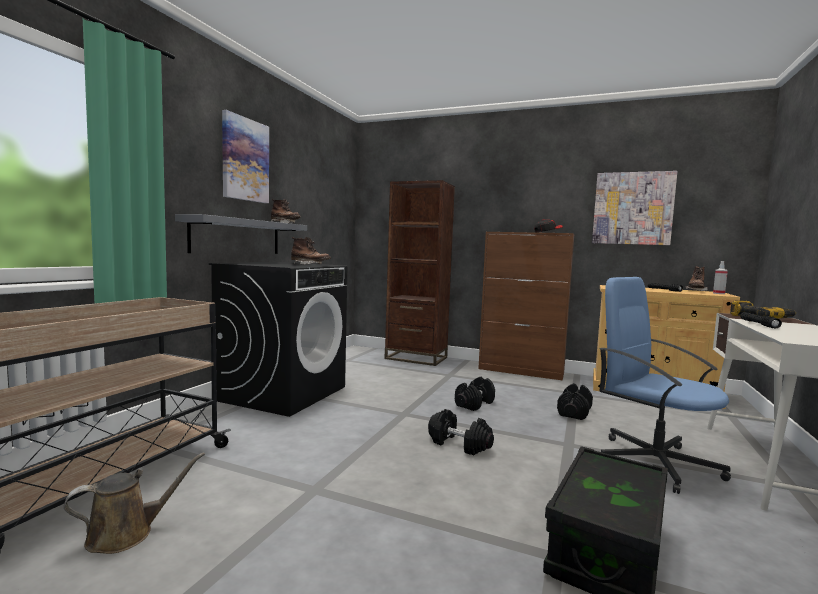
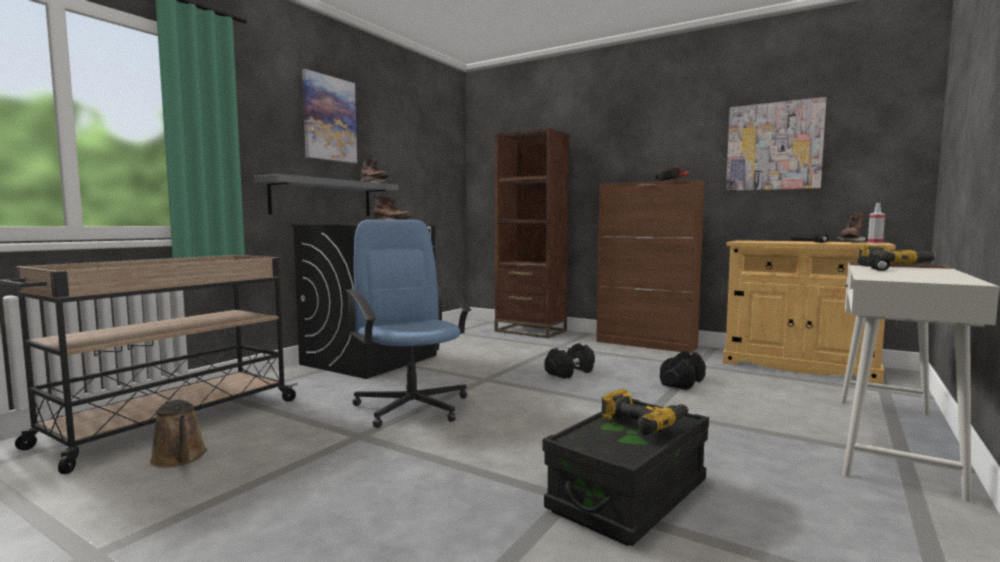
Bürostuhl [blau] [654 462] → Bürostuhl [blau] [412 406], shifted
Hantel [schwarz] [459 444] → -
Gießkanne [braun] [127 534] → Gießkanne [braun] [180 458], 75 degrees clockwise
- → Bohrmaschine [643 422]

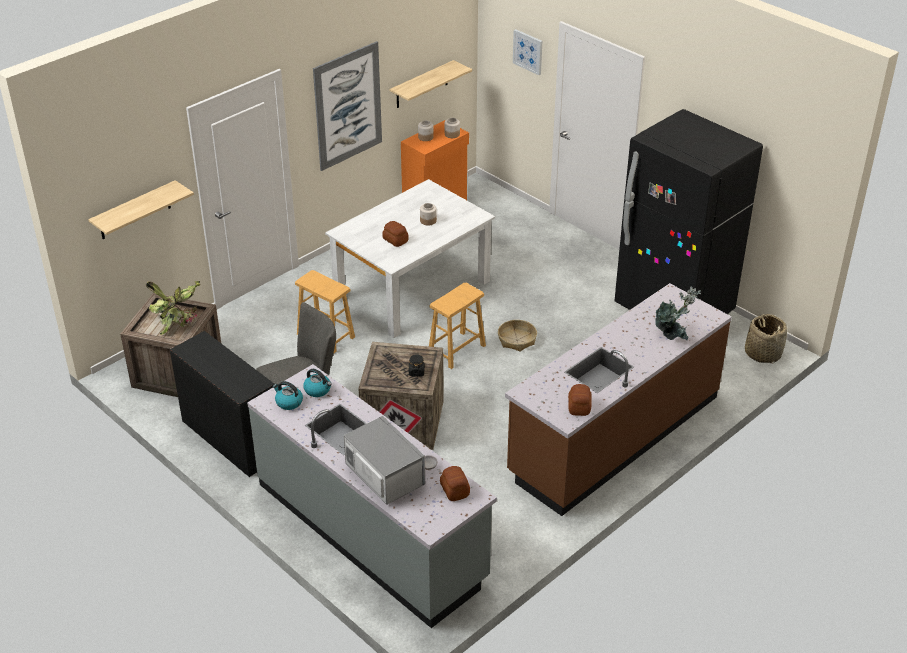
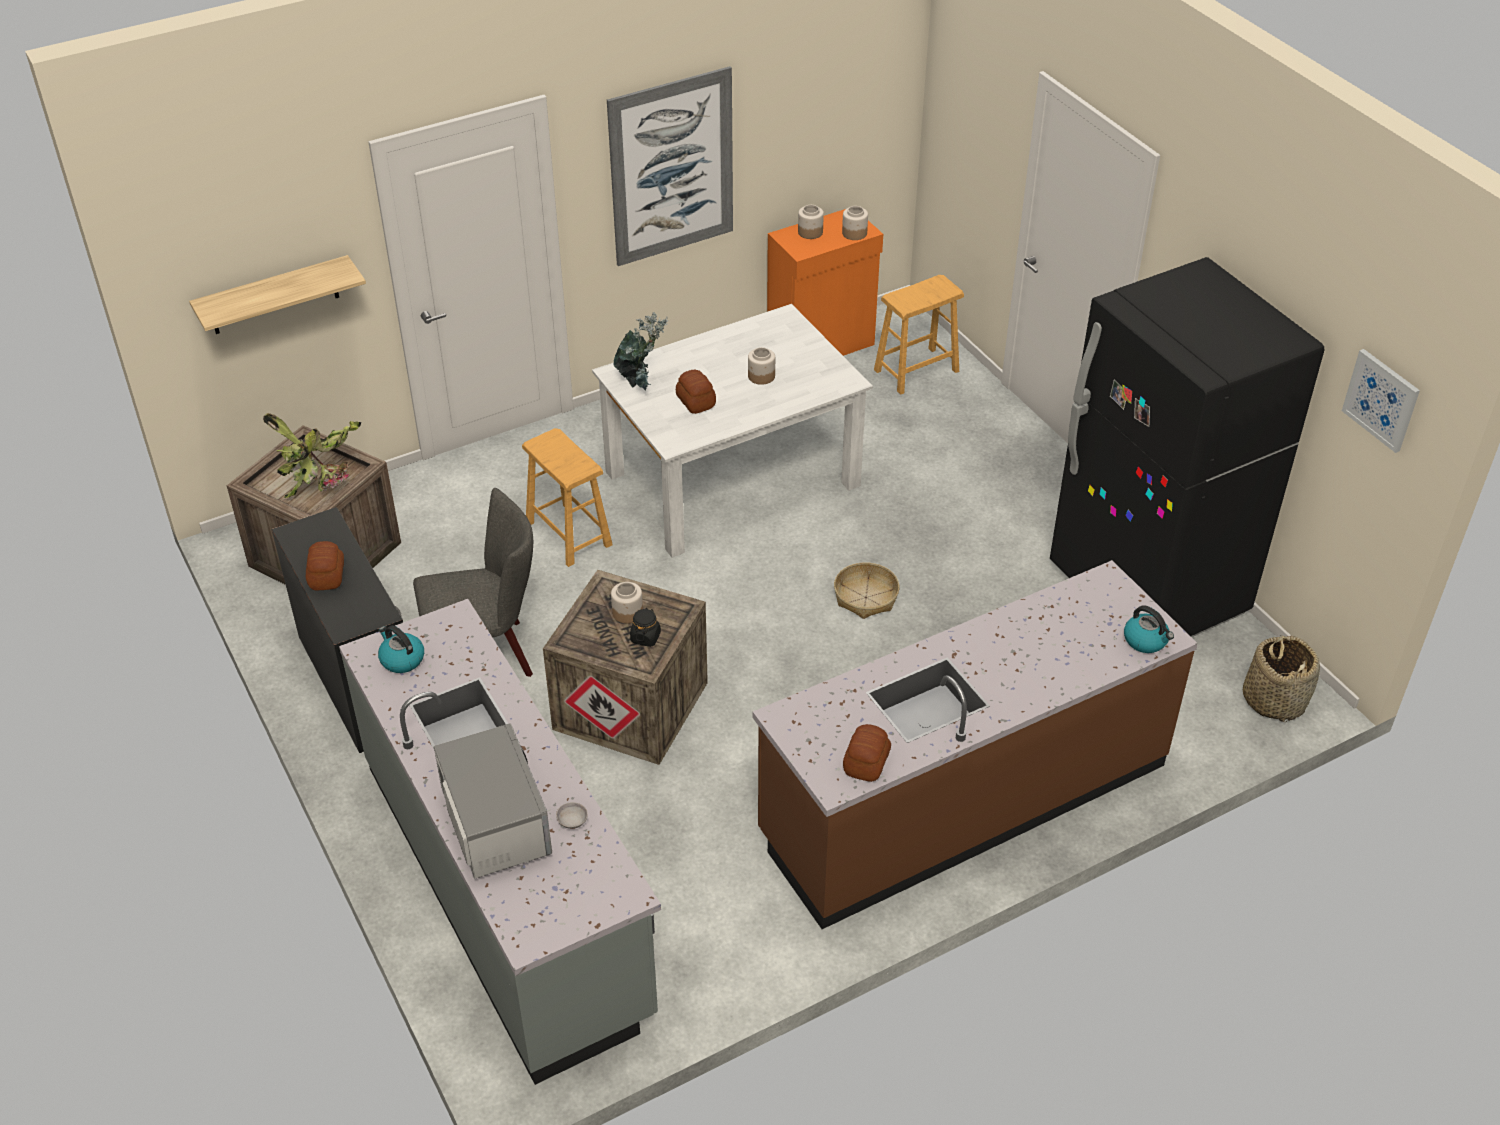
Bild [528 51] → Bild [1381 400], shifted
Wandregal [422 85] → -
Hocker [braun] [457 350] → Hocker [braun] [916 371], shifted
Topfpflanze [673 335] → Topfpflanze [640 382], shifted
Wasserkessel [318 390] → Wasserkessel [1146 640], shifted
Brot [454 490] → Brot [326 576], shifted
- → Vorratsglas [628 612]

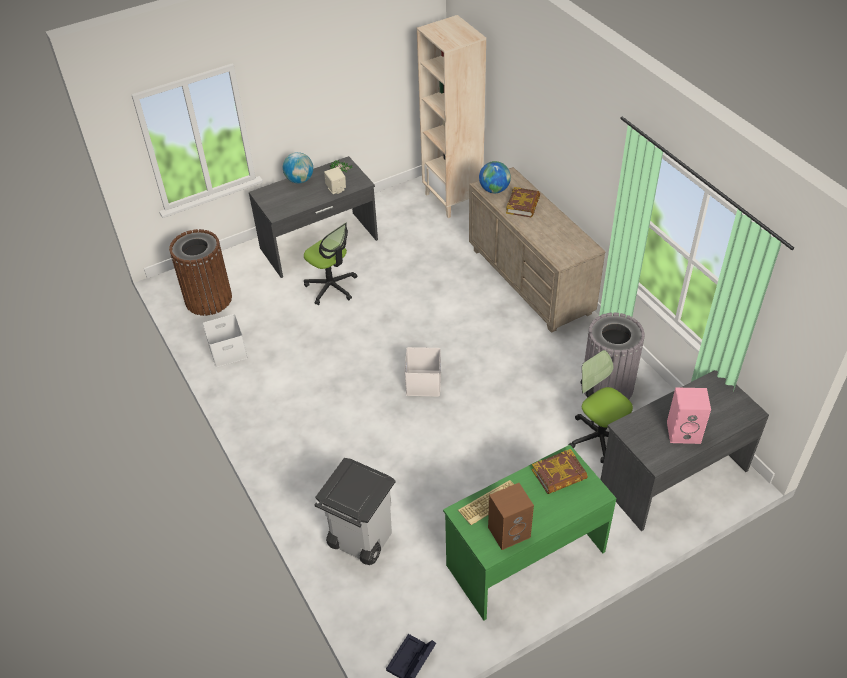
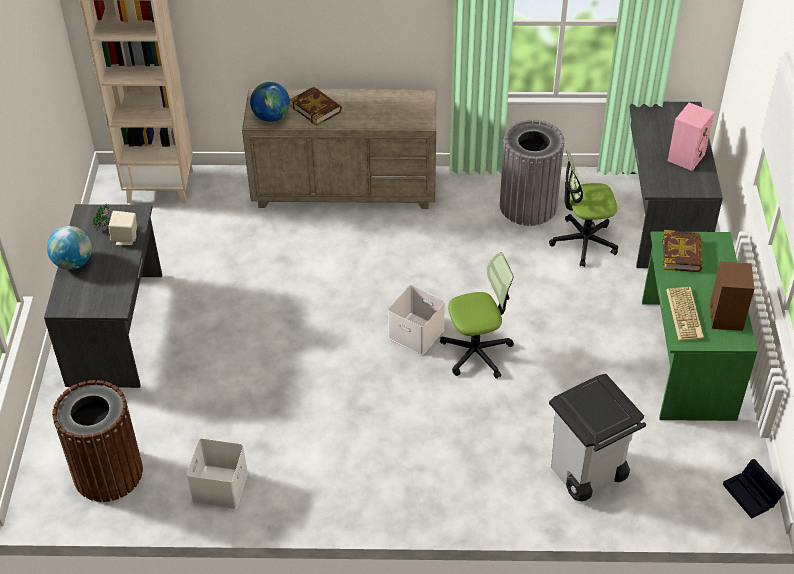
Bürostuhl [331 287] → Bürostuhl [476 352], shifted

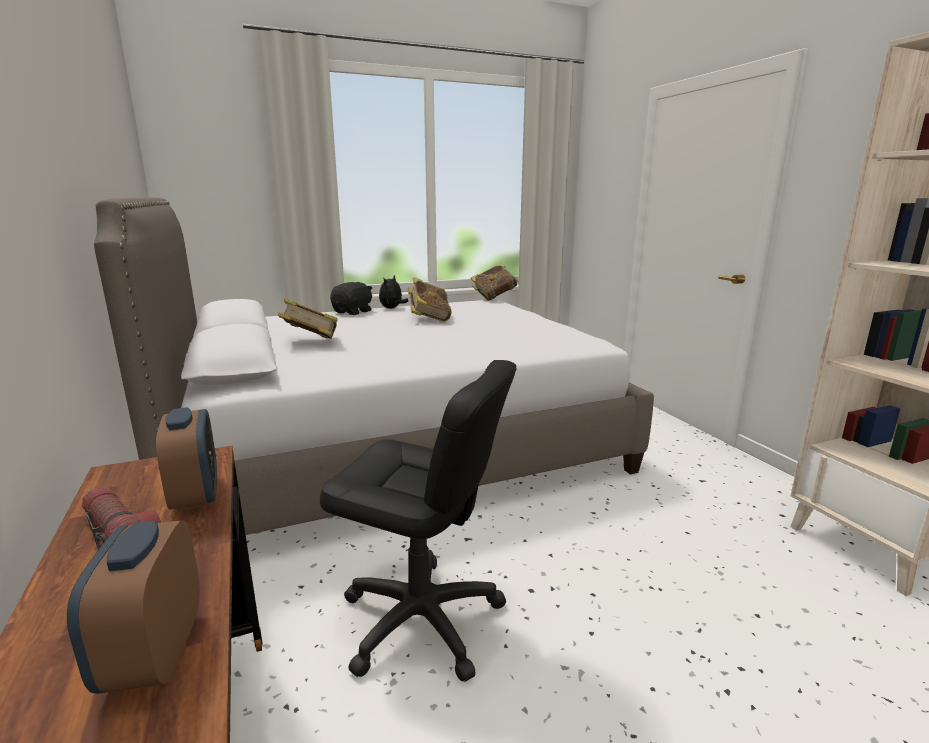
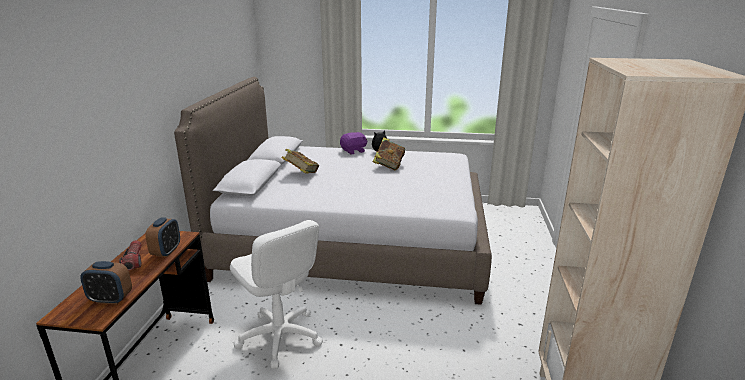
Buch [494 297] → -
Plüschtier [schwarz] [353 312] → Plüschtier [lila] [353 151]
Bürostuhl [schwarz] [421 620] → Bürostuhl [weiß] [280 337]
Wecker [154 655] → Wecker [111 299], 105 degrees counterclockwise

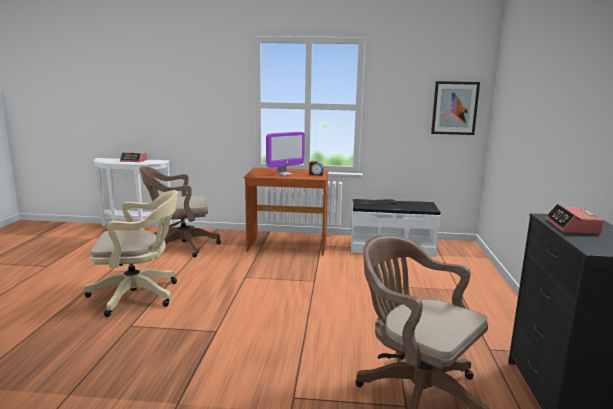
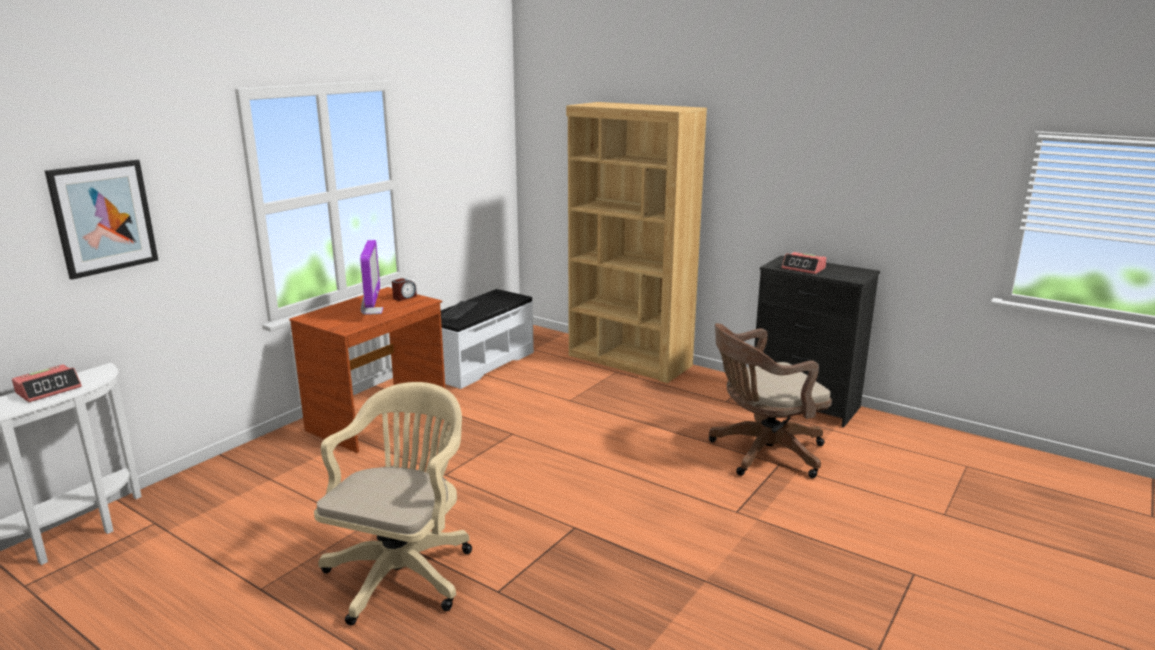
Bild [454 108] → Bild [103 218], shifted
Bürostuhl [braun] [180 246] → -
- → Bücherregal [braun] [629 361]

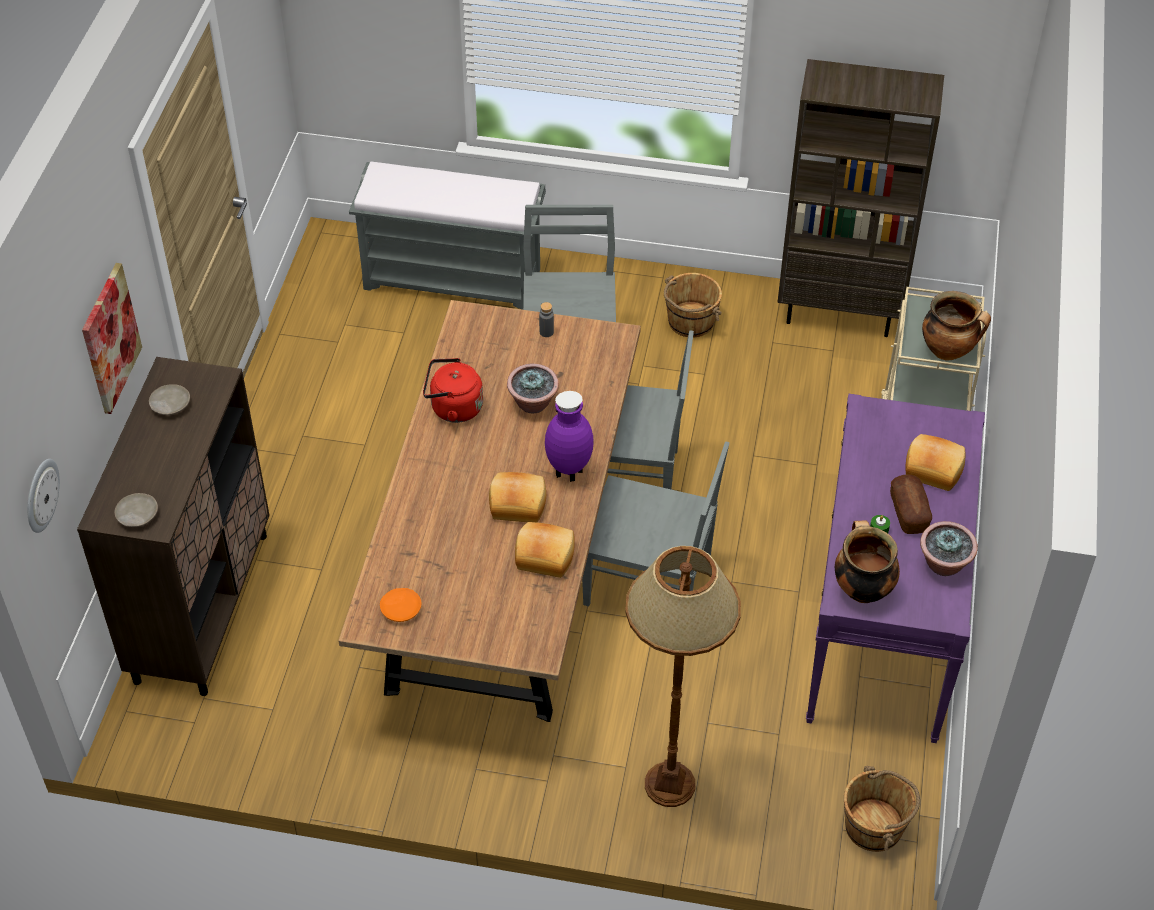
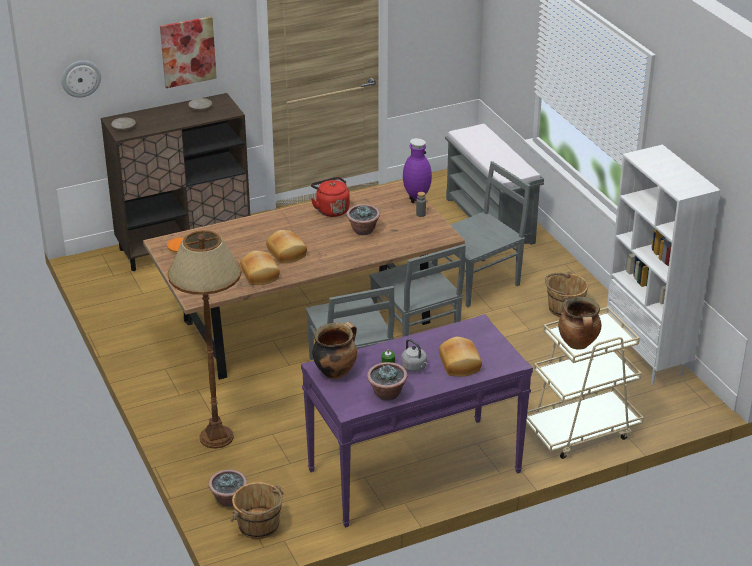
Bücherregal [braun] [840 312] → Bücherregal [weiß] [648 359]
Vase [lila] [569 474] → Vase [lila] [416 201], shifted
Brot [908 512] → Wasserkessel [grau] [415 367]
- → Topfpflanze [229 500]

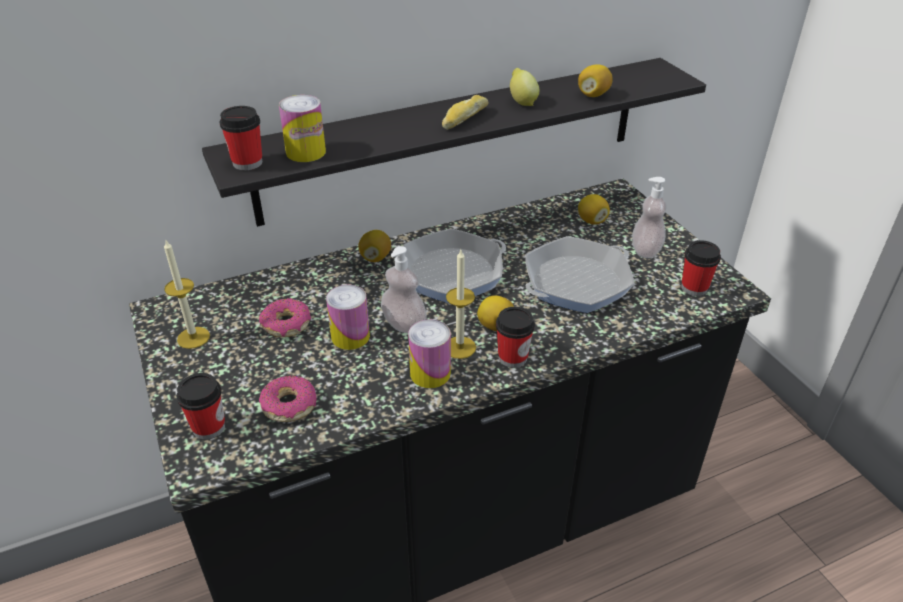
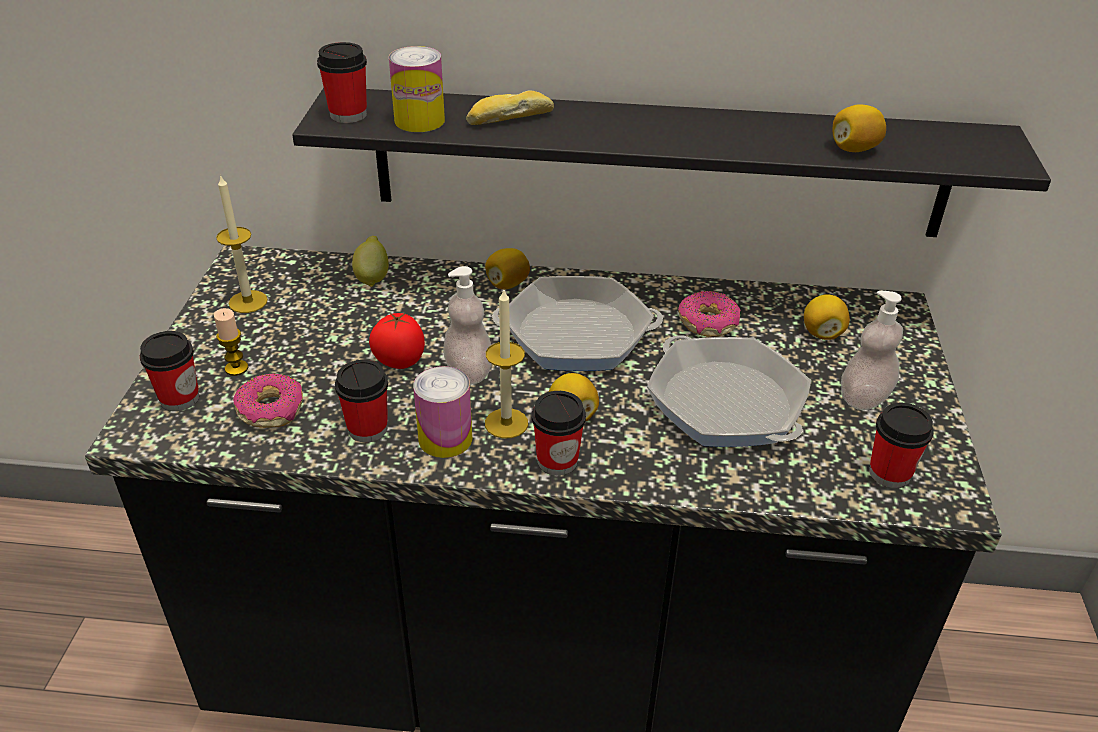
Zitrone [522 102] → Zitrone [372 278], shifted
Brot [464 118] → Brot [509 118], shifted
Pfanne [576 282] → Pfanne [726 403], 120 degrees counterclockwise
Dose [350 336] → Tomate [399 362]
Donut [286 325] → Donut [708 323], shifted
- → Kerze [236 368]
- → Tasse [367 429]

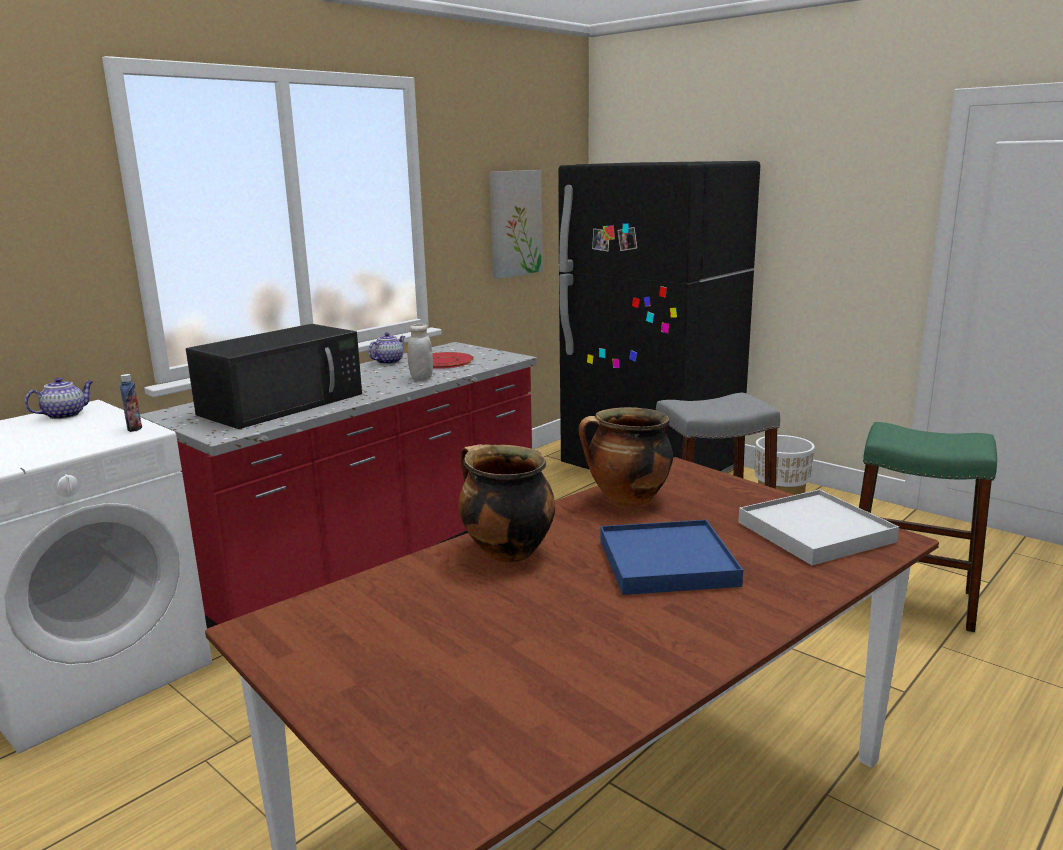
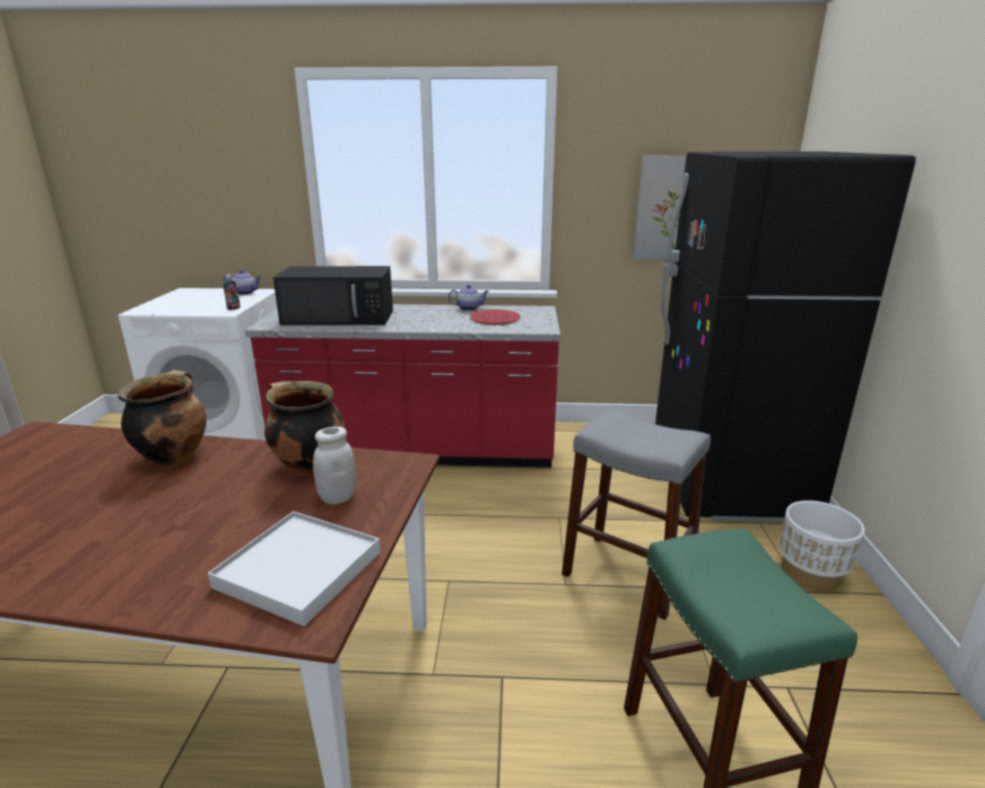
Vorratsglas [weiß] [421 378] → Vorratsglas [weiß] [338 497], shifted
Tablett [blau] [666 562] → -

